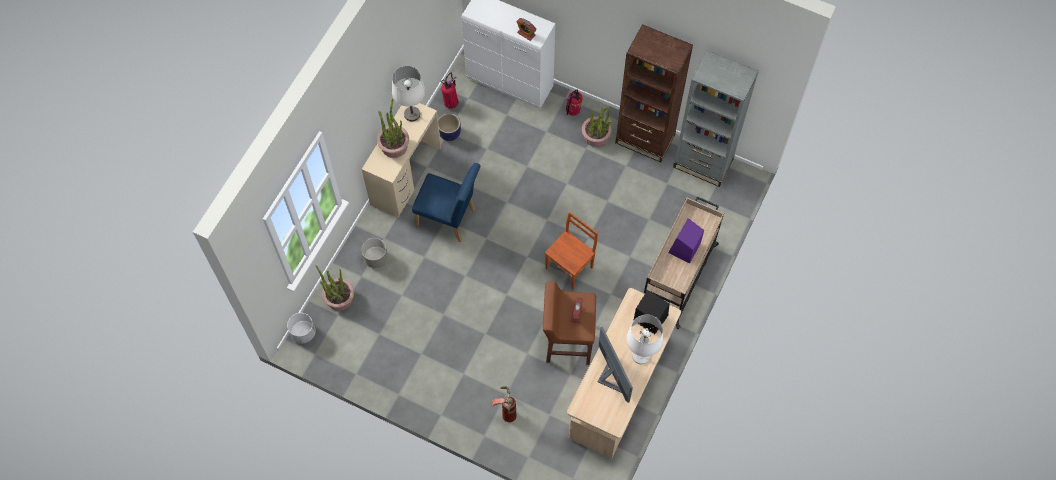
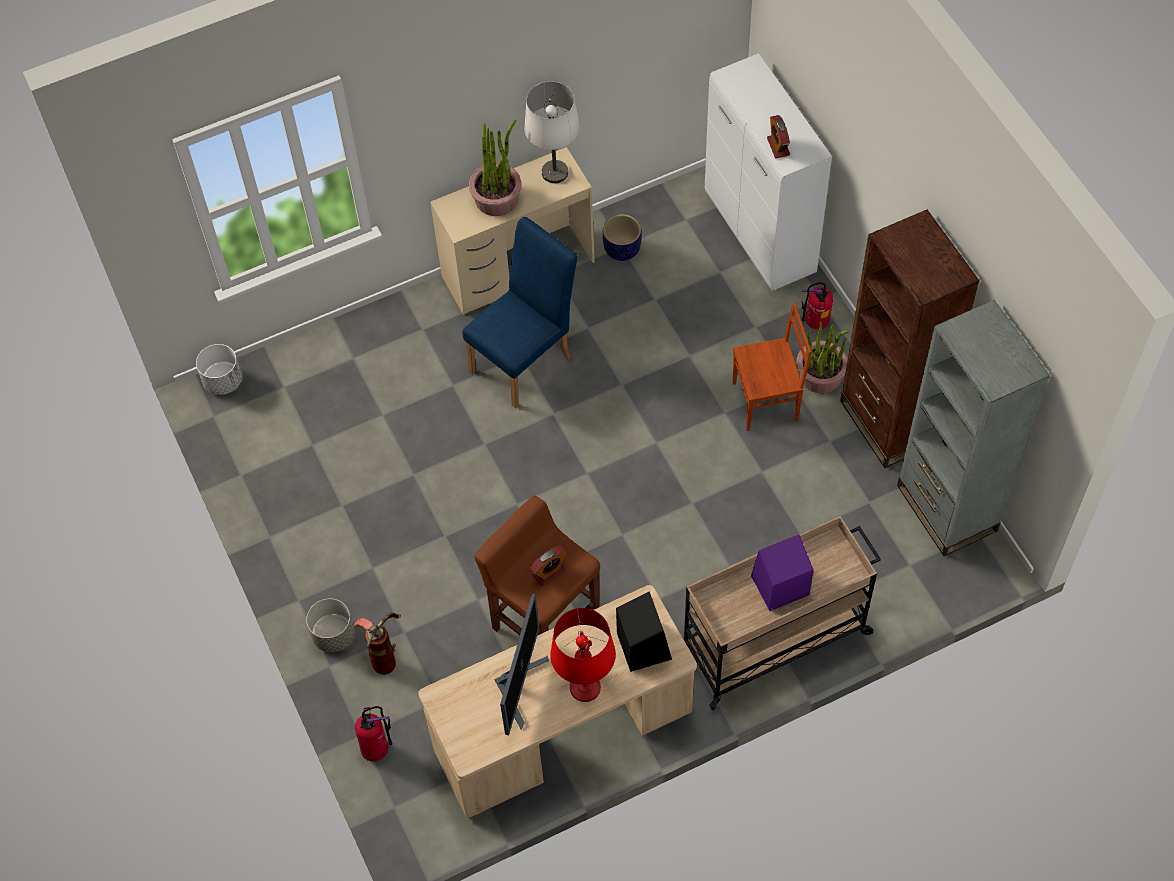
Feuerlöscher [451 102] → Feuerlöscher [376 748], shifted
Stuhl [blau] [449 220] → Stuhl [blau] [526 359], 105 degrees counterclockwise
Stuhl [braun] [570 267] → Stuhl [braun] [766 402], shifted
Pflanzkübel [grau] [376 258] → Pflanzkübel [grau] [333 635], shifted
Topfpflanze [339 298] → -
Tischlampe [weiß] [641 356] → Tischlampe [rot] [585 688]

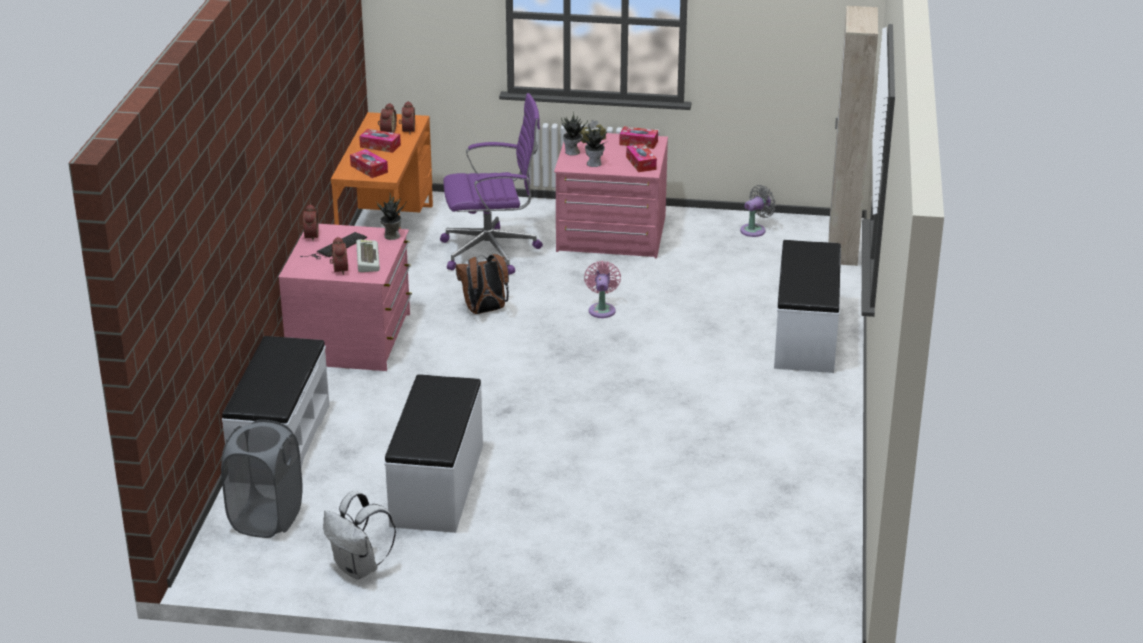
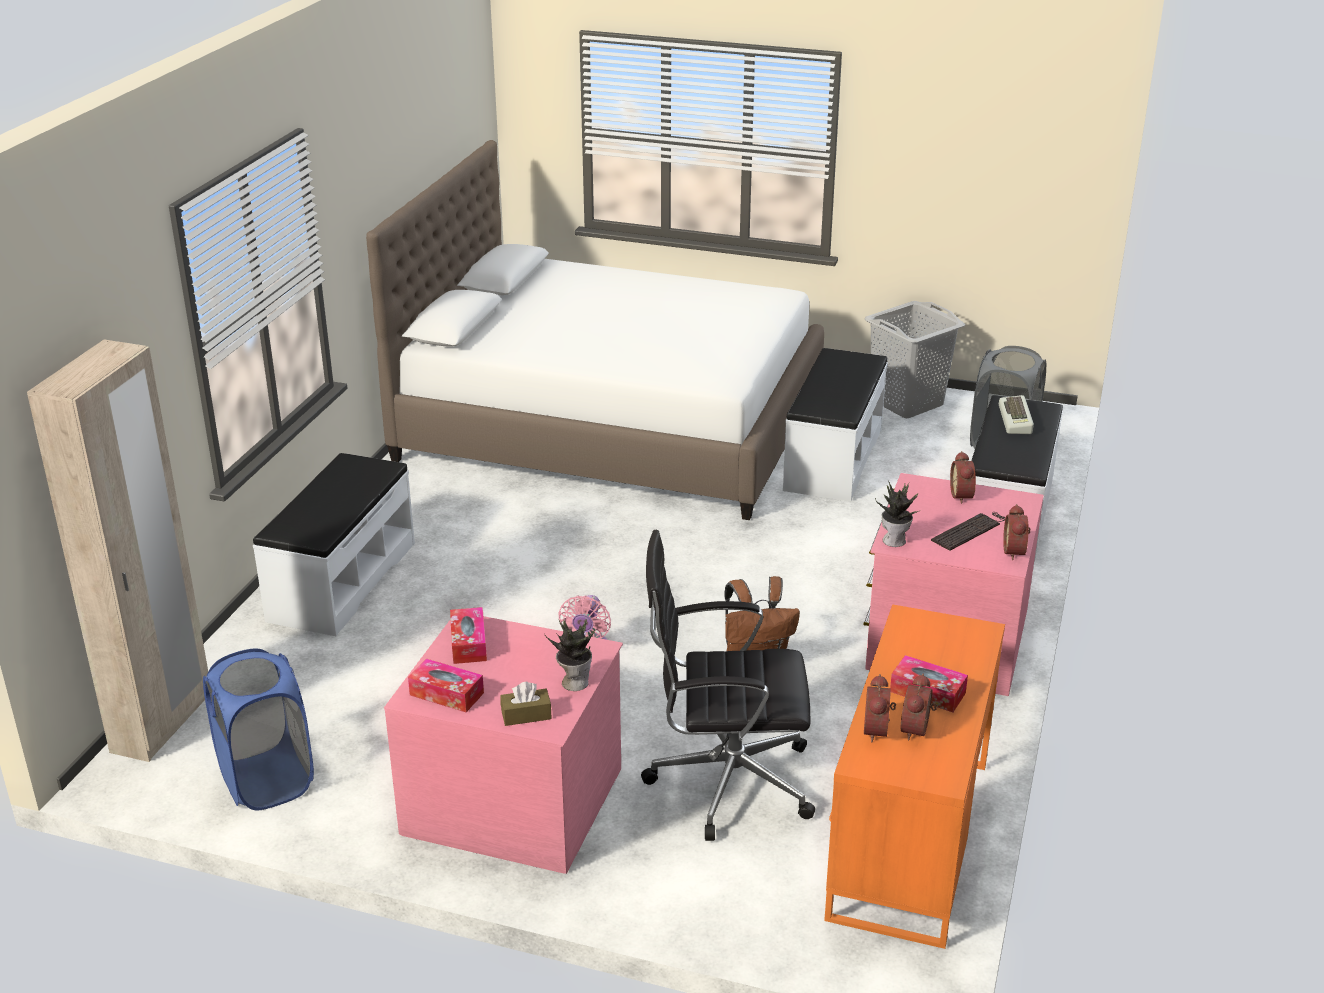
Bürostuhl [lila] [492 251] → Bürostuhl [schwarz] [726 781]
Topfpflanze [594 163] → -
Taschentuchbox [369 169] → -
Ventilator [grau] [755 230] → Wäschekorb [blau] [267 781]
Tastatur [366 259] → Tastatur [1016 420], shifted
Rucksack [weiß] [359 568] → Wäschekorb [grau] [906 402]
- → Bett [weiß] [611 425]

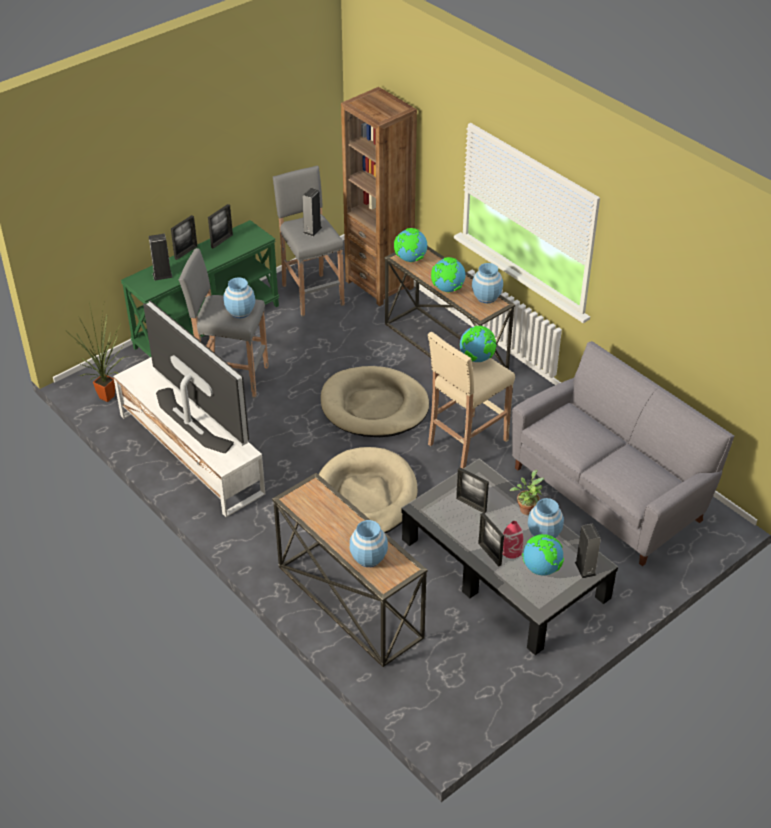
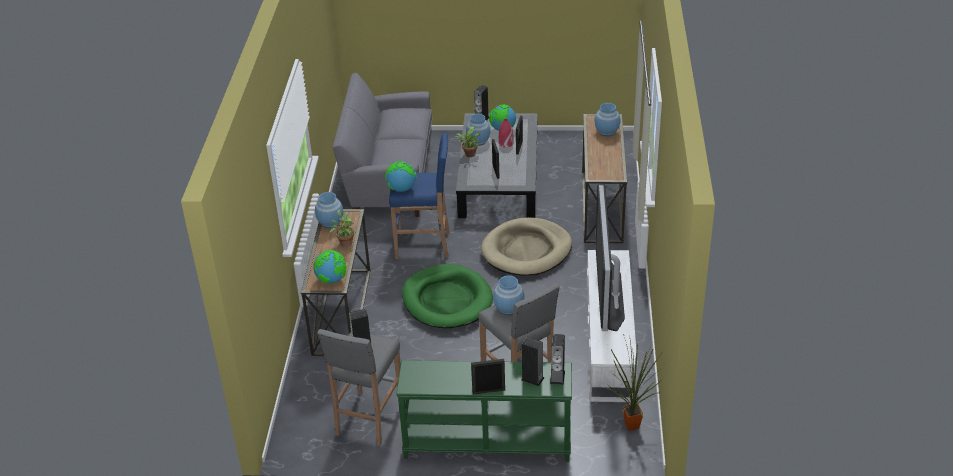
Bücherregal [braun] [379 284] → -
Bilderrahmen [222 241] → -
Globus [447 289] → Topfpflanze [345 242]
Hocker [beige] [466 443] → Hocker [blau] [424 245]
Hundebett [beige] [374 406] → Hundebett [grün] [447 300]
- → Lautsprecher [557 377]

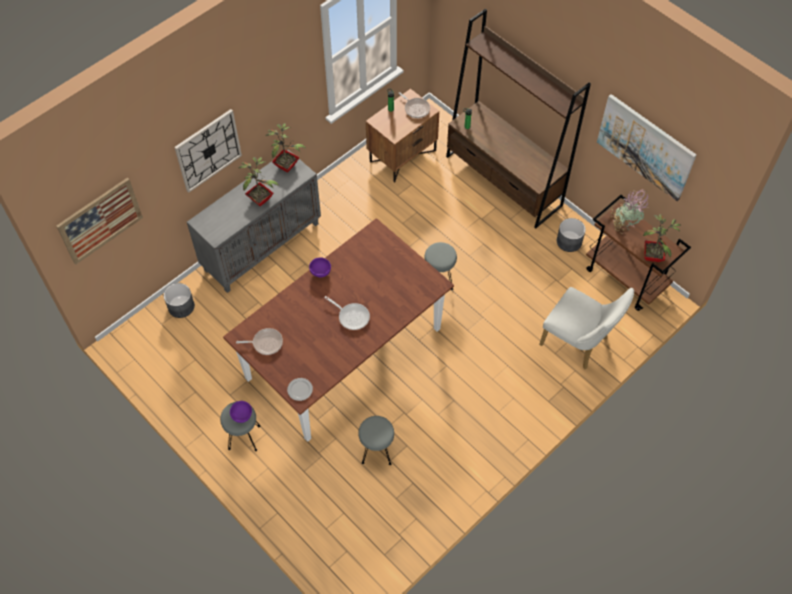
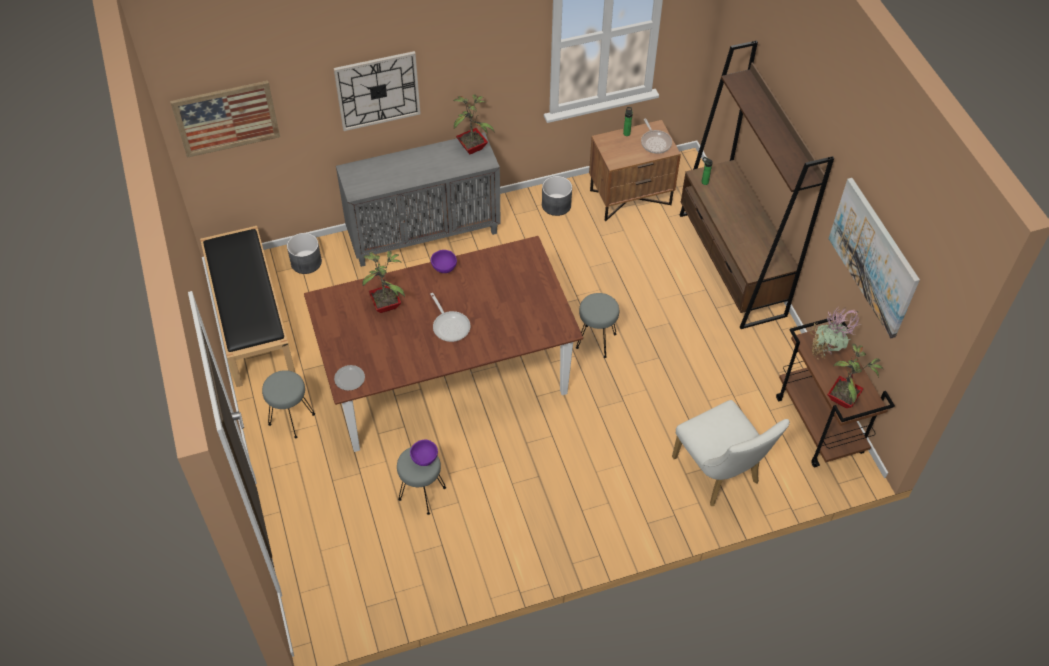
Topfpflanze [261 199] → Topfpflanze [387 305], shifted
Pflanzkübel [grau] [569 241] → Pflanzkübel [grau] [556 205], shifted
Pfanne [265 343] → -
Schüssel [lila] [241 416] → Schüssel [lila] [424 458], shifted
- → Bank [schwarz] [250 318]

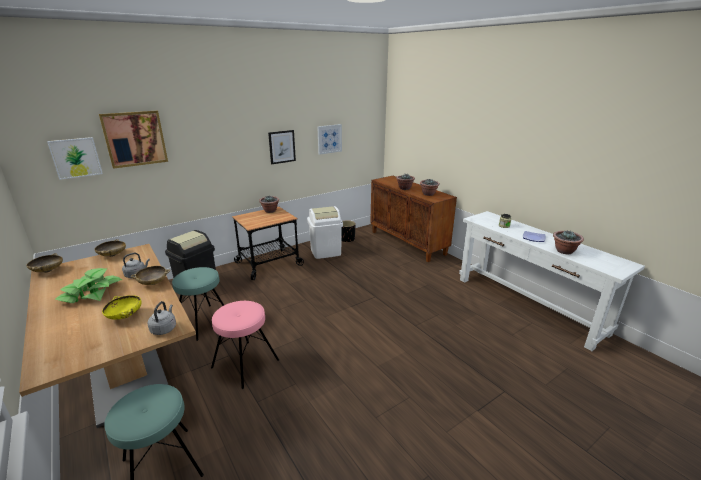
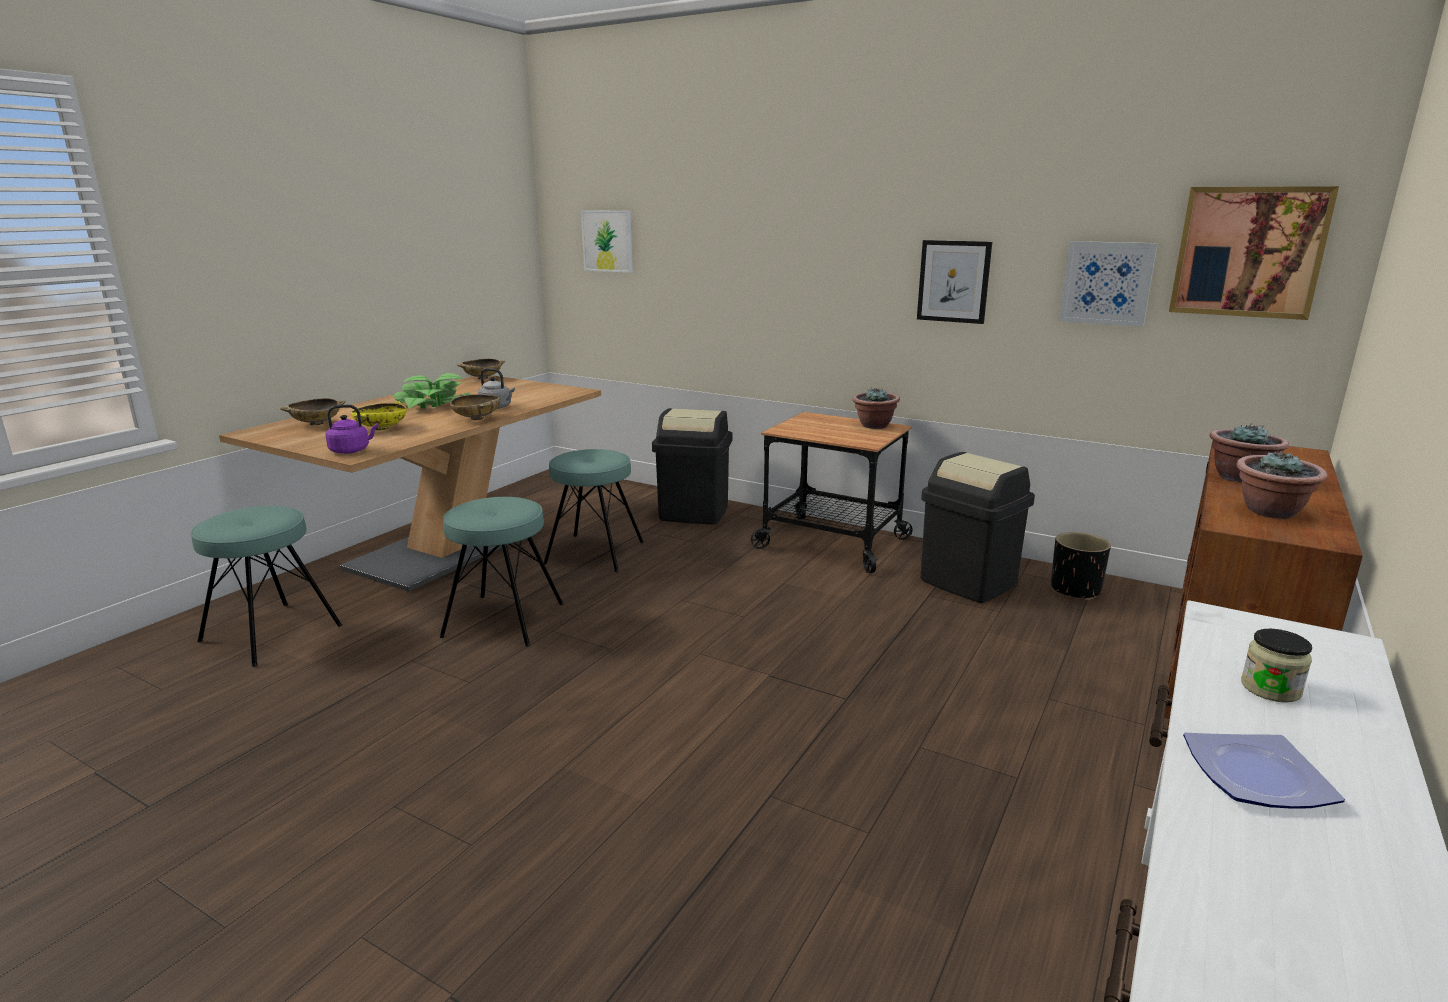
Bild [135 138] → Bild [1248 252], shifted
Mülleimer [weiß] [325 252] → Mülleimer [schwarz] [968 582]
Topfpflanze [564 251] → -
Schüssel [beige] [112 255] → Schüssel [beige] [316 424], shifted
Wasserkessel [grau] [164 328] → Wasserkessel [lila] [352 450]
Hocker [rosa] [245 364] → Hocker [türkis] [503 620]

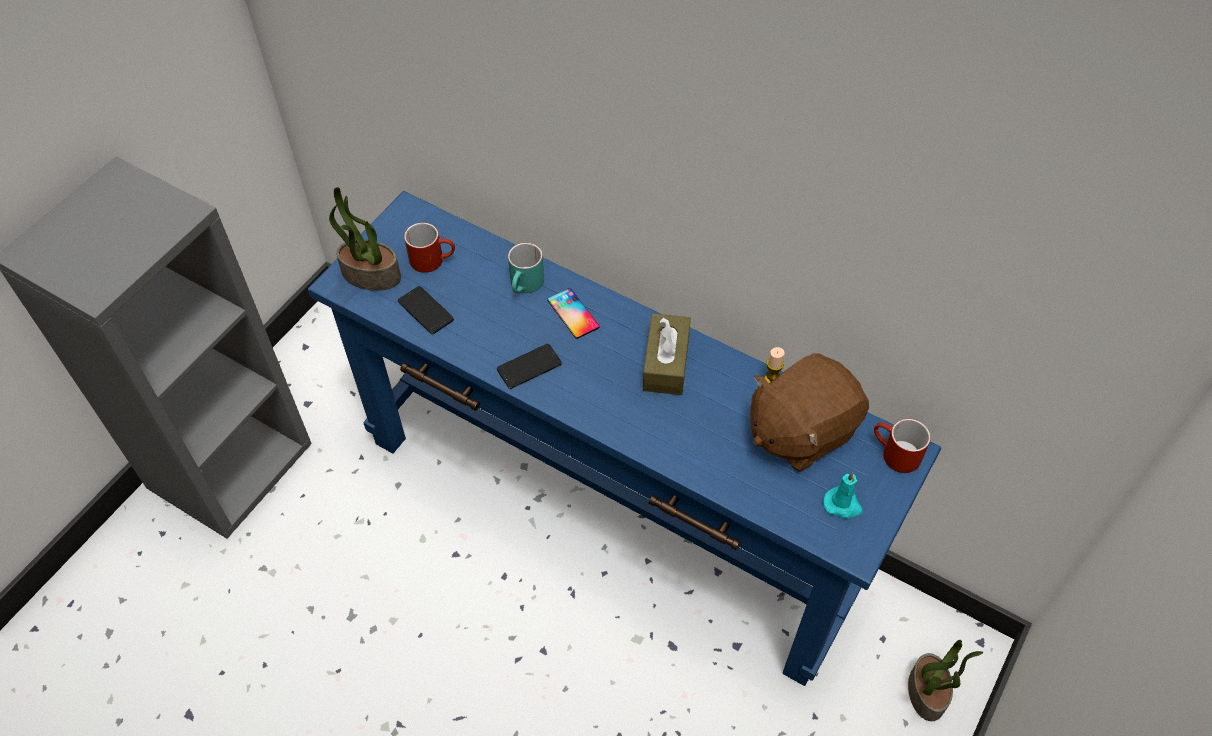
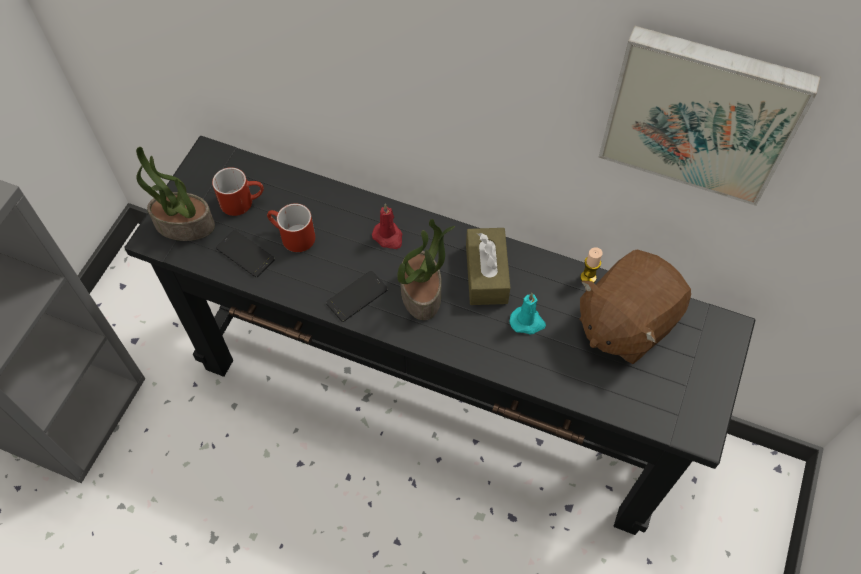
Konsolentisch [blau] [609 508] → Konsolentisch [schwarz] [432 397]
Henkelbecher [türkis] [525 286] → -
Handy [573 313] → Kerze [rot] [388 237]
Henkelbecher [rot] [894 454] → Henkelbecher [rot] [292 237], shifted
Kerze [türkis] [843 505] → Kerze [türkis] [527 322], shifted
Topfpflanze [928 693] → Topfpflanze [422 293], shifted
- → Bild [701 113]

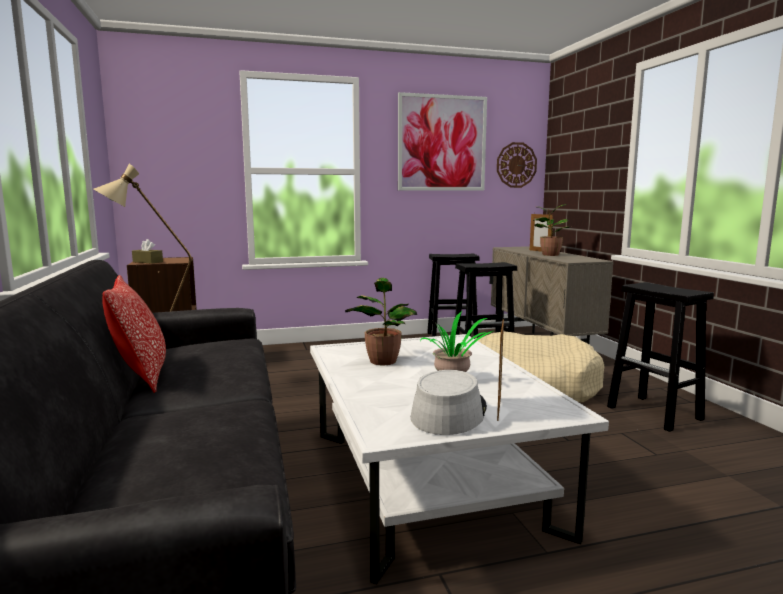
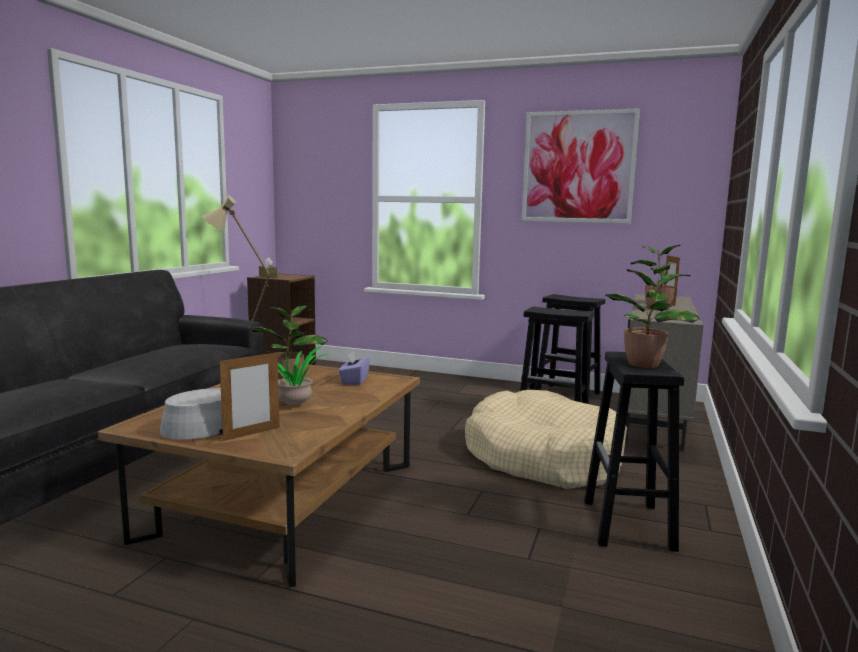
Wanduhr [516 165] → -
Kissen [141 376] → -
Couchtisch [weiß] [428 480] → Couchtisch [braun] [286 499]
- → Topfpflanze [645 364]
- → Taschentuchbox [lila] [354 381]

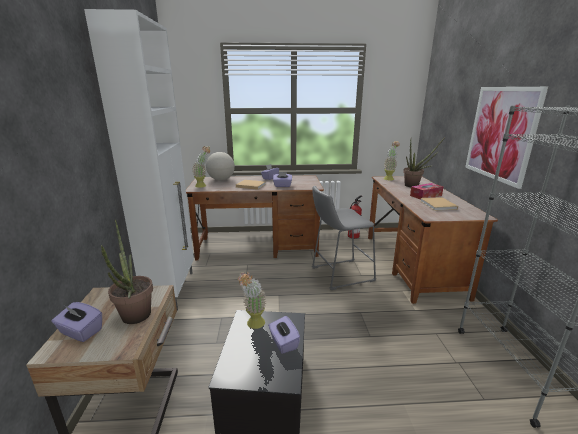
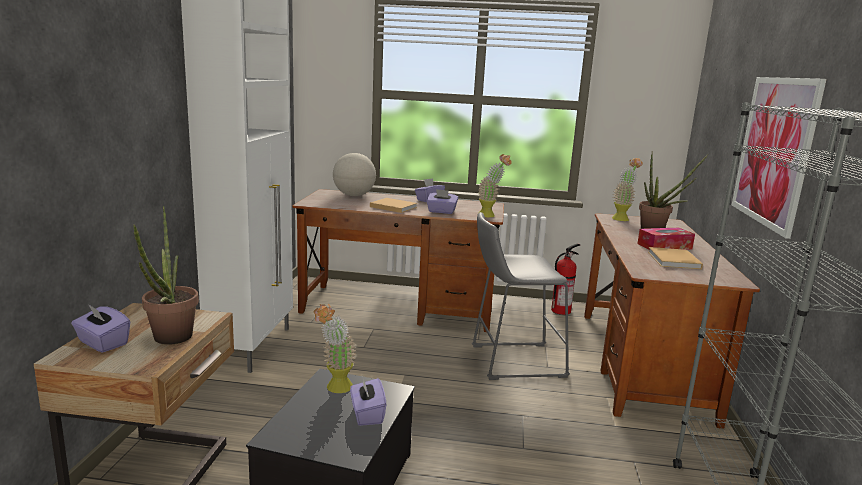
Topfpflanze [203 186] → Topfpflanze [490 215], shifted

